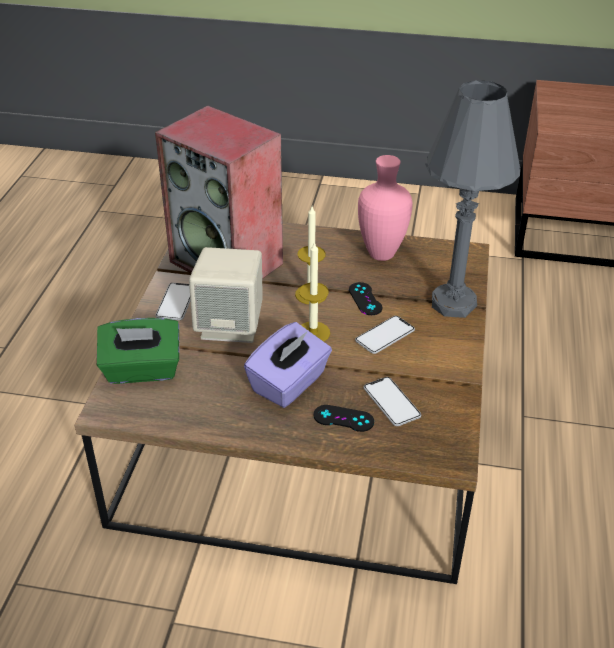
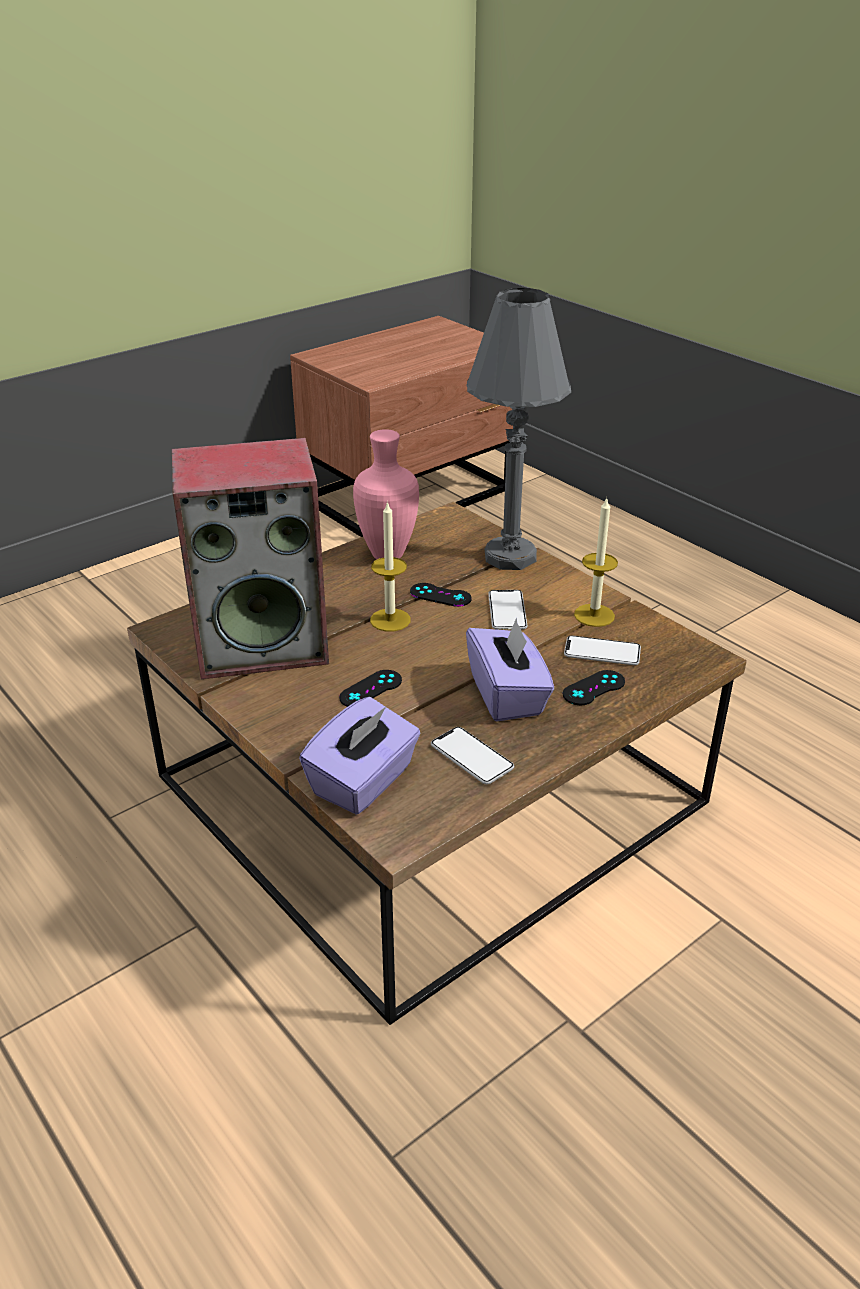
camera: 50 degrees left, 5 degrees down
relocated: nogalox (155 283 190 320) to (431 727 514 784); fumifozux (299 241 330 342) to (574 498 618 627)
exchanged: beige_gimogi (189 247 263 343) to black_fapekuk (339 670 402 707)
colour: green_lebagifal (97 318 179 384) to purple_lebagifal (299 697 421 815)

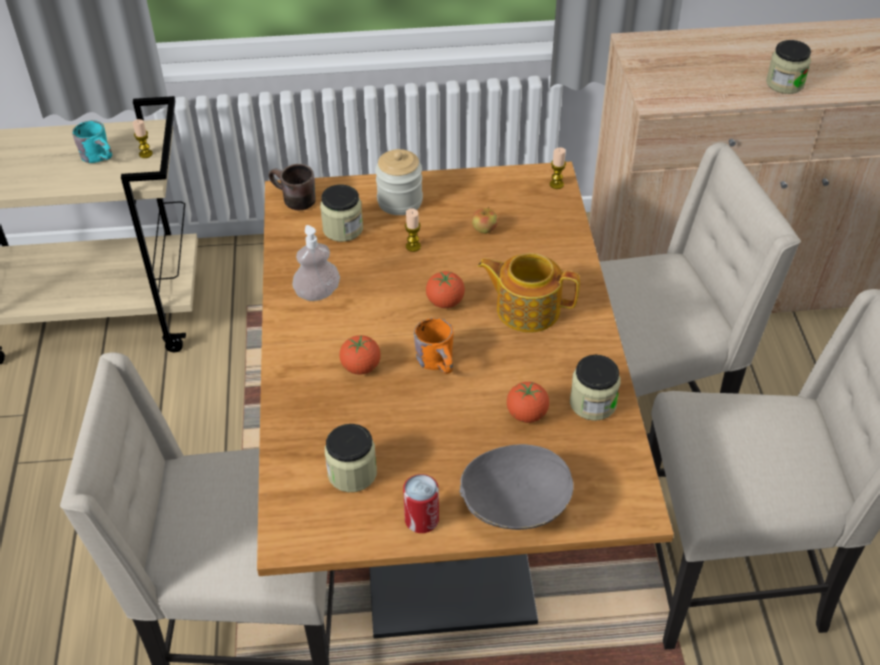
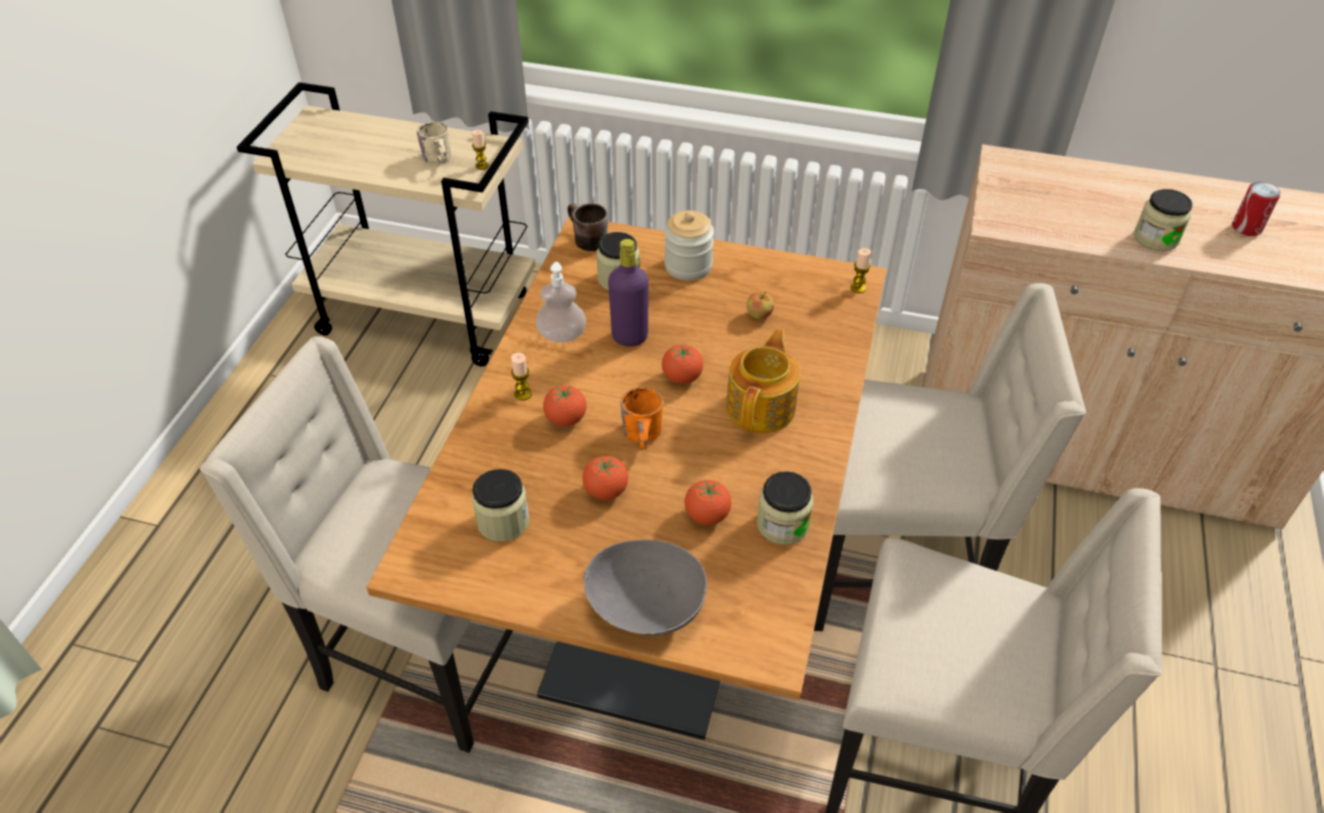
camera: 20 degrees right, 0 degrees up
appeared: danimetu (582 456 629 500); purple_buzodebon (608 239 649 347)
relocated: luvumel (403 474 439 533) to (1232 182 1281 236); fumifozux (405 208 421 252) to (511 352 532 401)
colour: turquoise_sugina (72 120 112 163) to beige_sugina (417 122 451 163)
spun: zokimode (478 253 580 333) = (726 328 800 433) 75 degrees clockwise

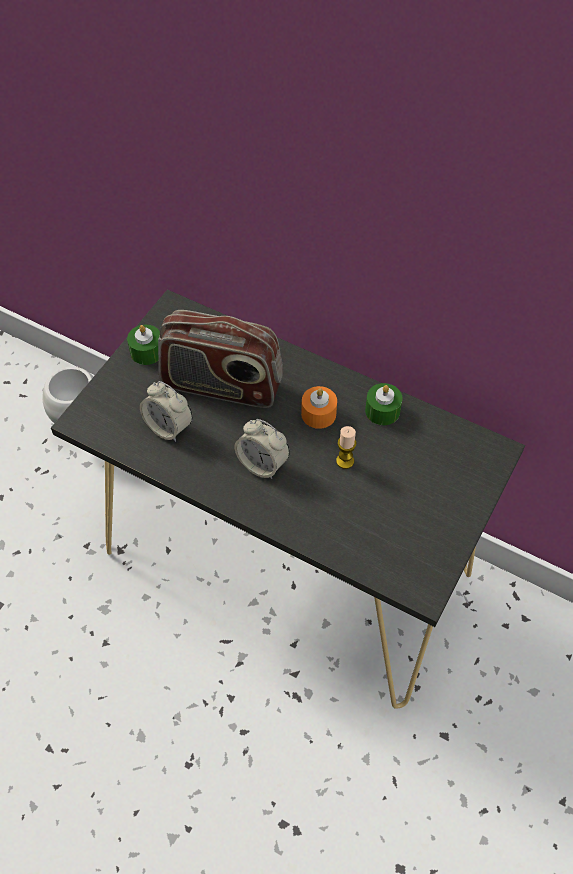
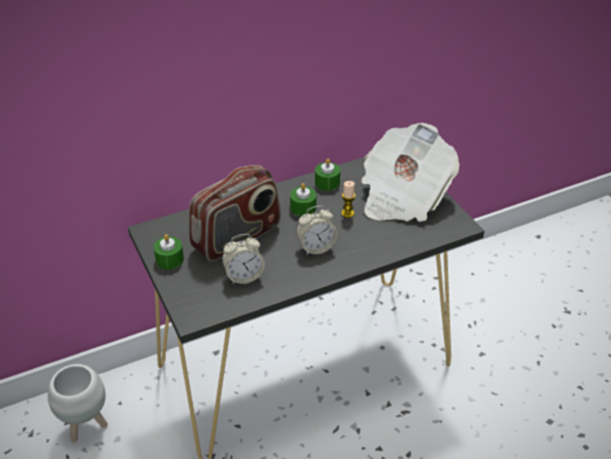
camera: 55 degrees left, 15 degrees down
appeared: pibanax (361 123 460 222)
colour: orange_fumifozux (301 386 337 429) to green_fumifozux (290 183 316 216)

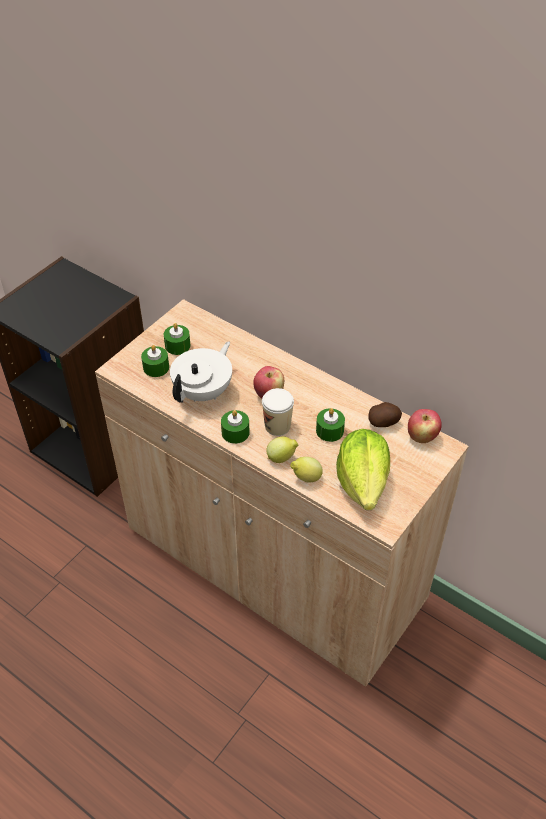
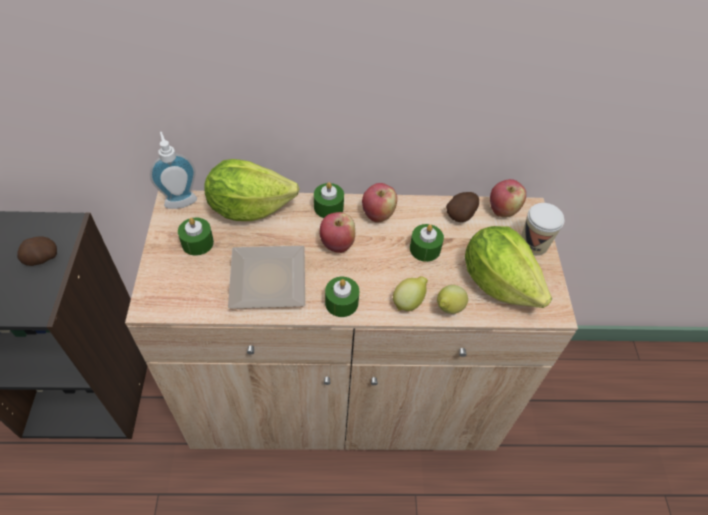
camera: 40 degrees left, 5 degrees up
appeared: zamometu (17 236 57 266); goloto (150 132 197 209); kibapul (204 159 299 221); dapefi (362 183 397 223)
relocated: green_fumifozux (141 345 169 377) to (314 182 344 218); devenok (262 388 294 436) to (521 203 564 255)
exchanged: white_zokimode (170 341 232 403) to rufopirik (228 246 305 309)

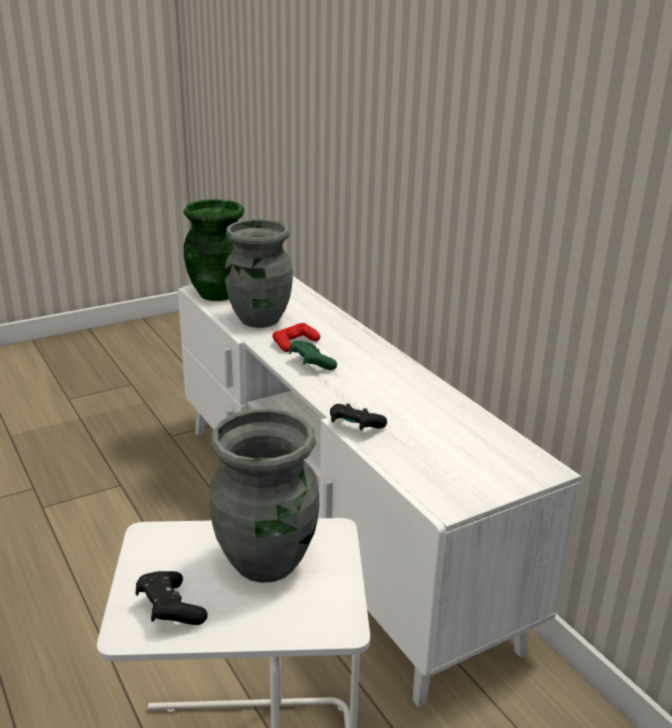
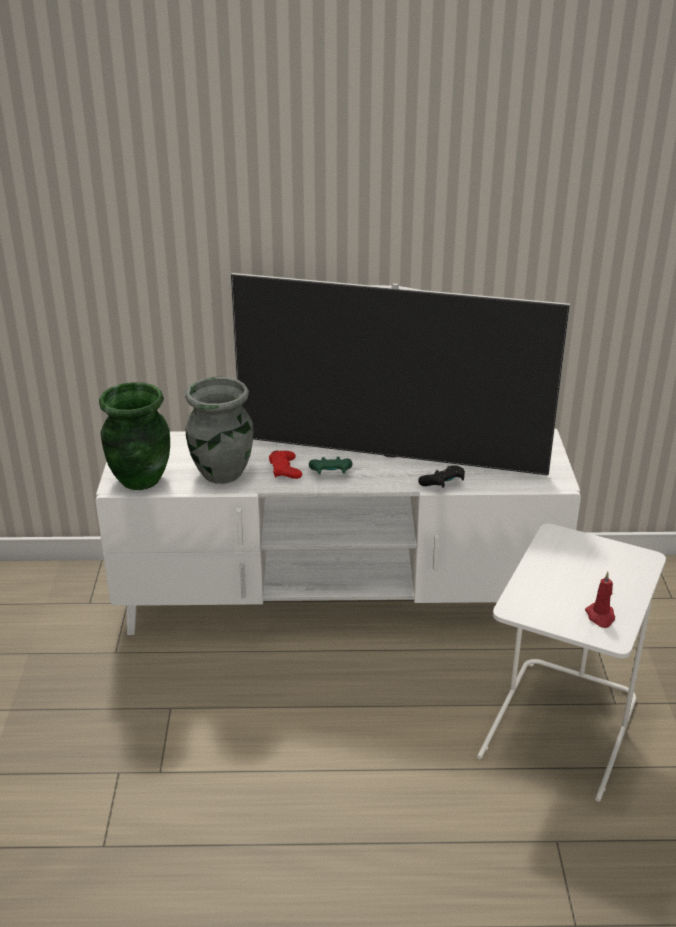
camera: 60 degrees left, 5 degrees up
missing: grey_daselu (209 408 320 583)
appeared: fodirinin (231 273 570 476)
exchanged: black_fapekuk (136 571 208 625) to red_fumifozux (585 572 615 628)

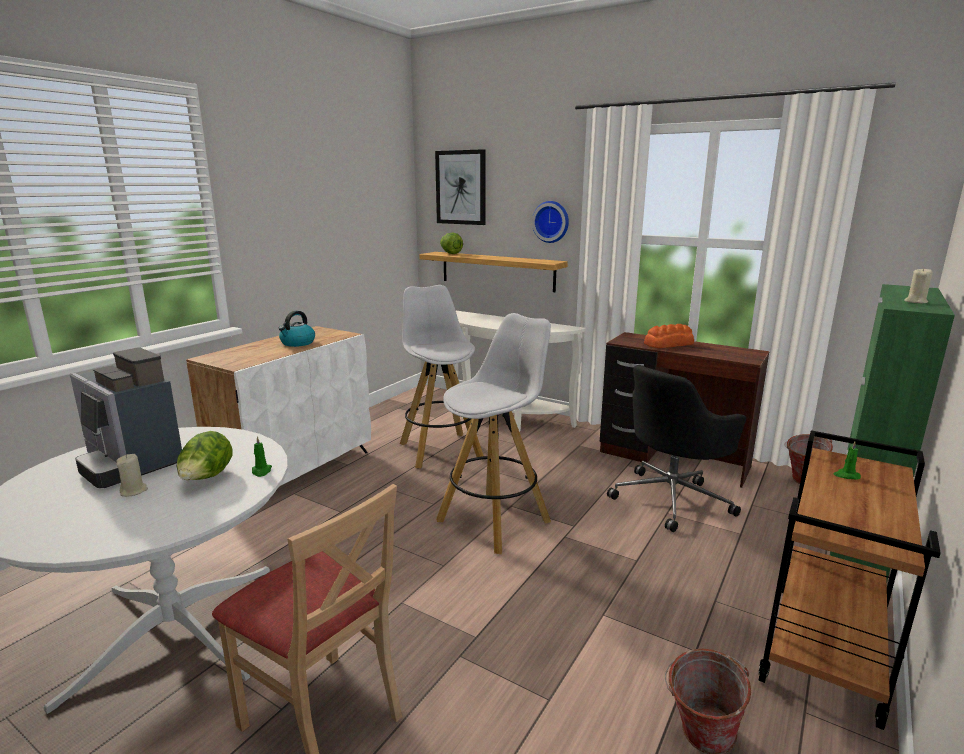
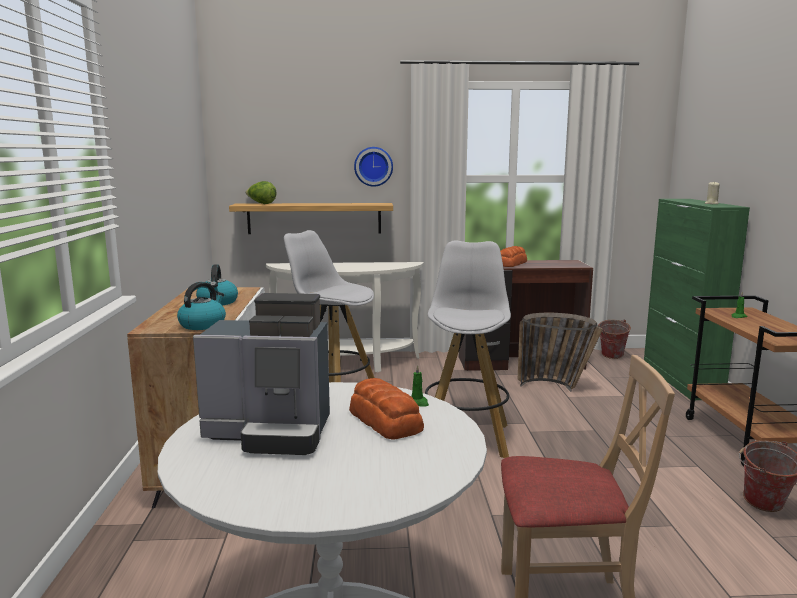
camera: 35 degrees left, 5 degrees down
missing: beige_fumifozux (117 454 148 497); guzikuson (435 149 486 225)
appeared: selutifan (177 282 226 330)
exchanged: kibapul (177 431 232 480) to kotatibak (349 378 424 440); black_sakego (607 365 746 532) to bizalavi (518 313 603 392)

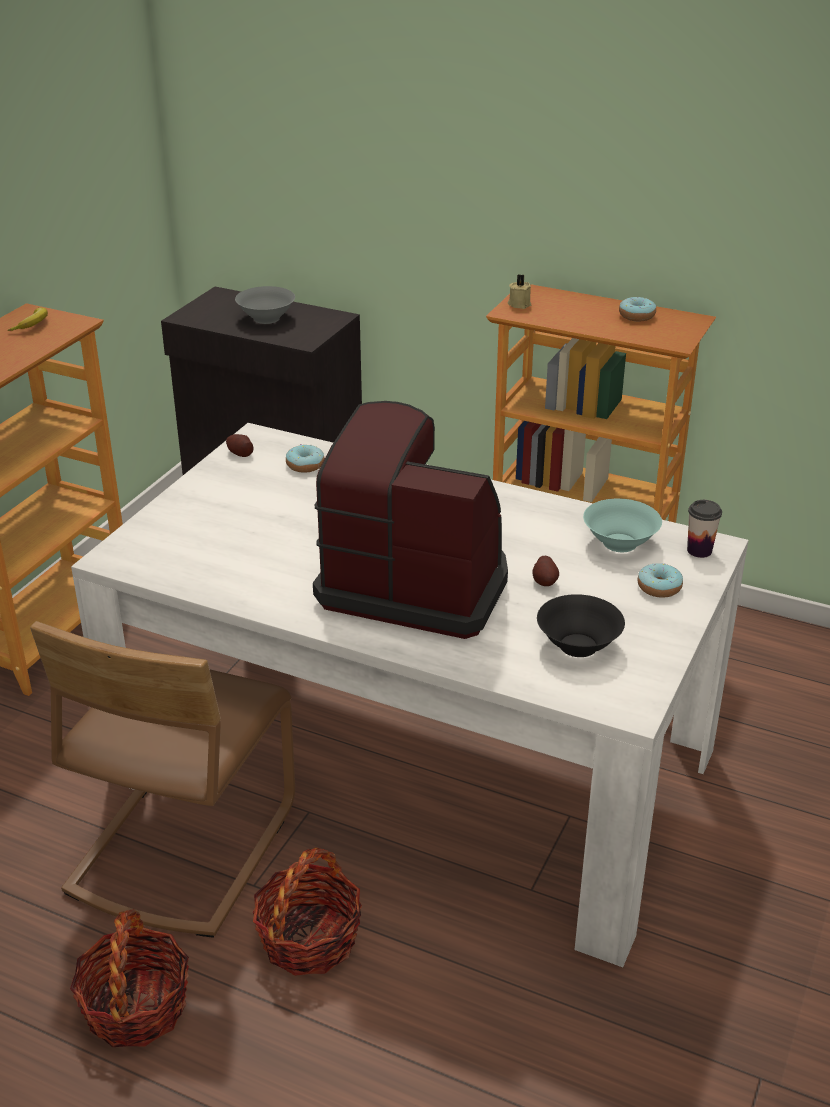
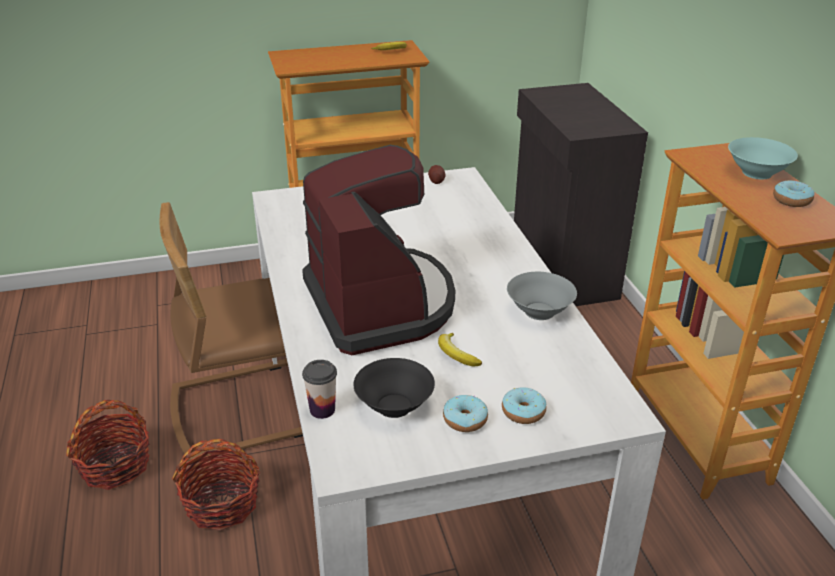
camera: 50 degrees right, 0 degrees up
missing: beige_fumifozux (508 274 531 309)
relocated: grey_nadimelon (235 286 295 324) to (507 272 577 320); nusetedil (286 444 325 473) to (443 395 488 432); turquoise_nadimelon (583 498 662 552) to (728 137 798 179); devenok (687 500 722 558) to (302 360 337 419)
exchanged: zamometu (532 556 559 586) to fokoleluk (438 333 482 366)

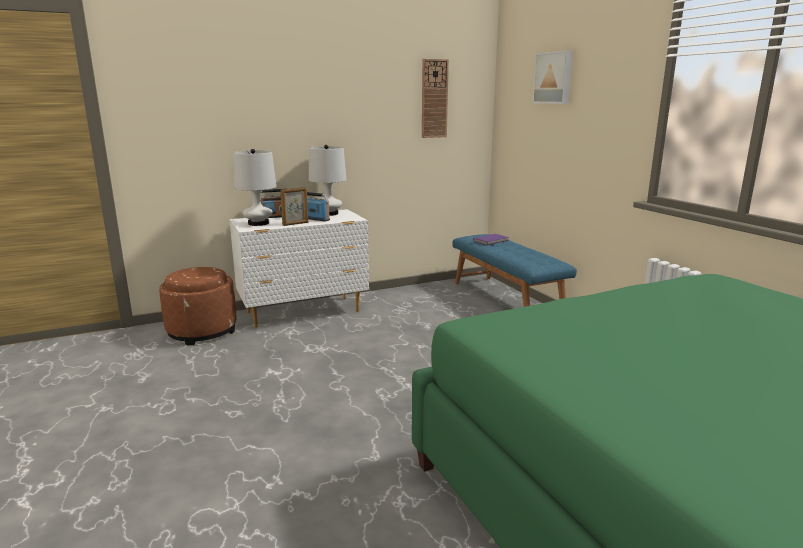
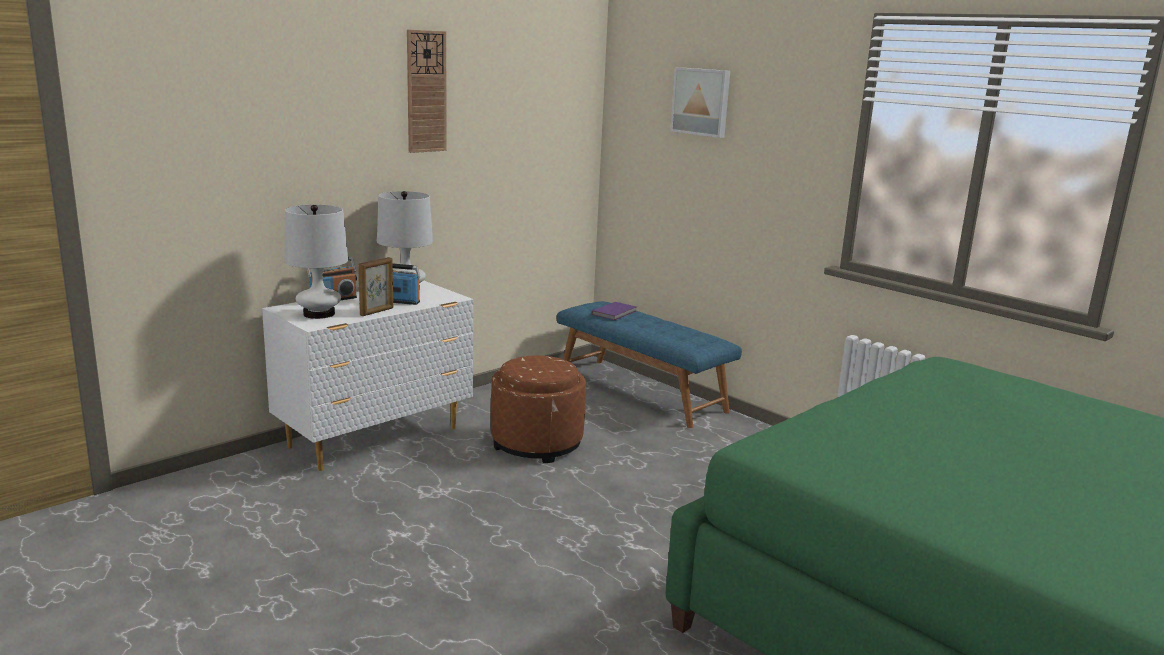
camera: 20 degrees left, 0 degrees up
relocated: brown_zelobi (159 267 237 345) to (491 355 586 463); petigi (422 59 449 138) to (407 30 447 153)

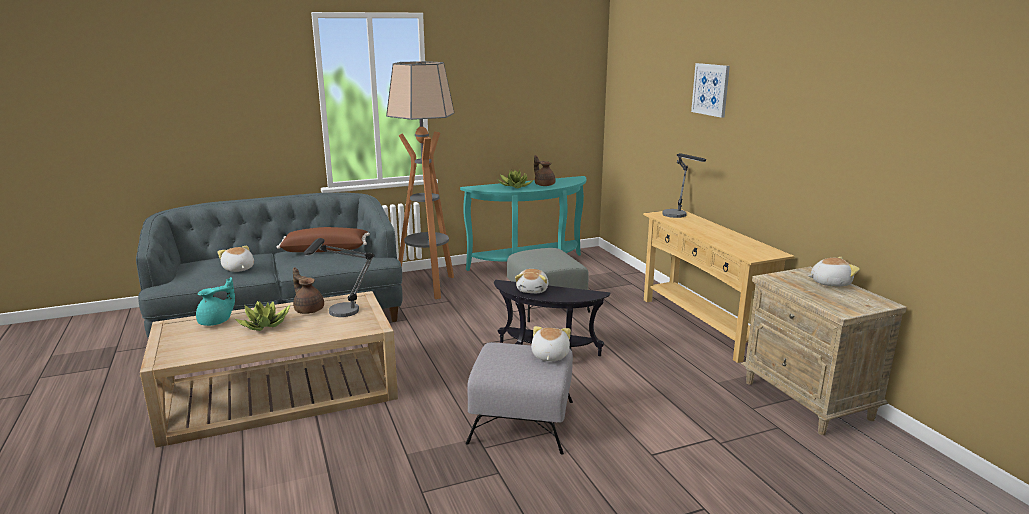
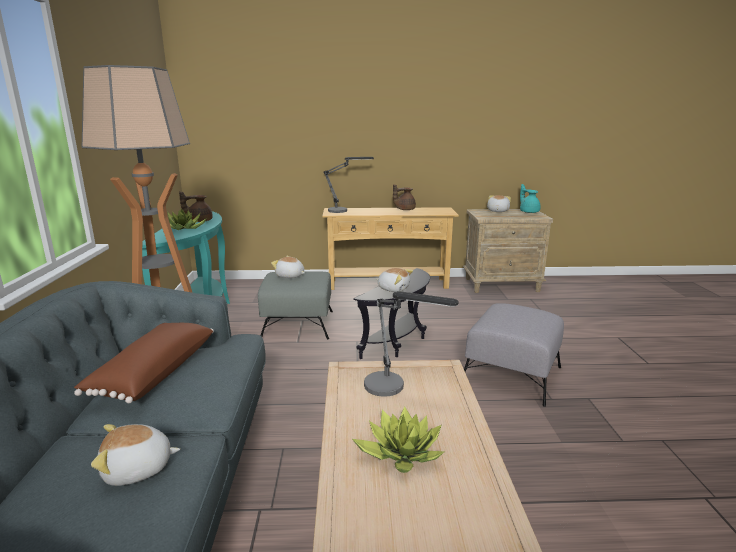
camera: 70 degrees left, 0 degrees up
missing: guzikuson (691 63 730 118)
relocated: turquoise_zokimode (196 277 235 326) to (520 184 541 213); brown_zokimode (293 268 324 314) to (393 184 416 210); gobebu (531 326 571 361) to (271 256 305 278)

